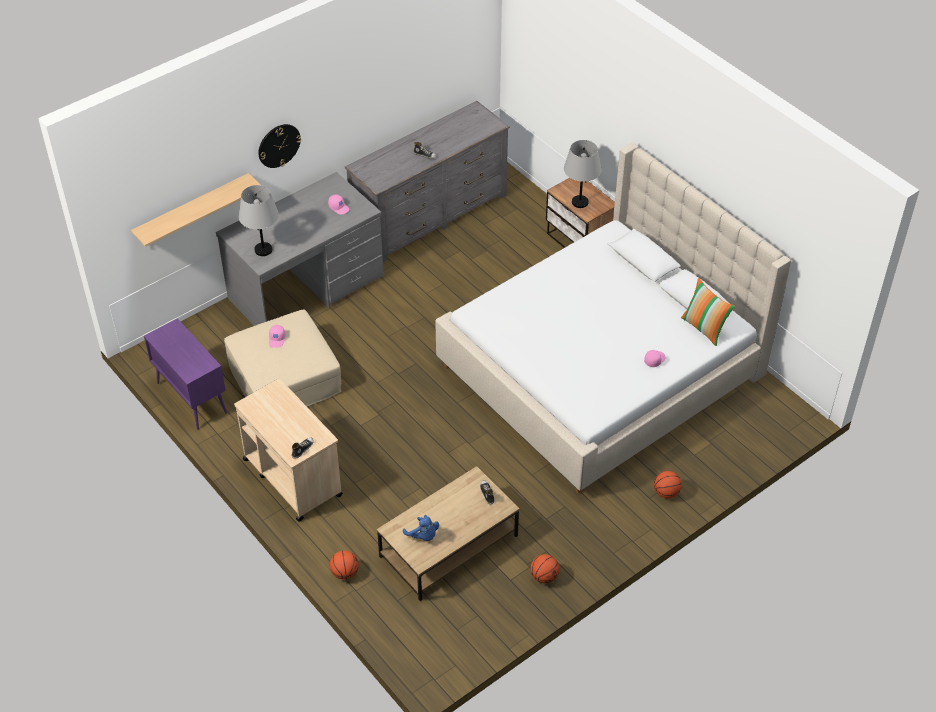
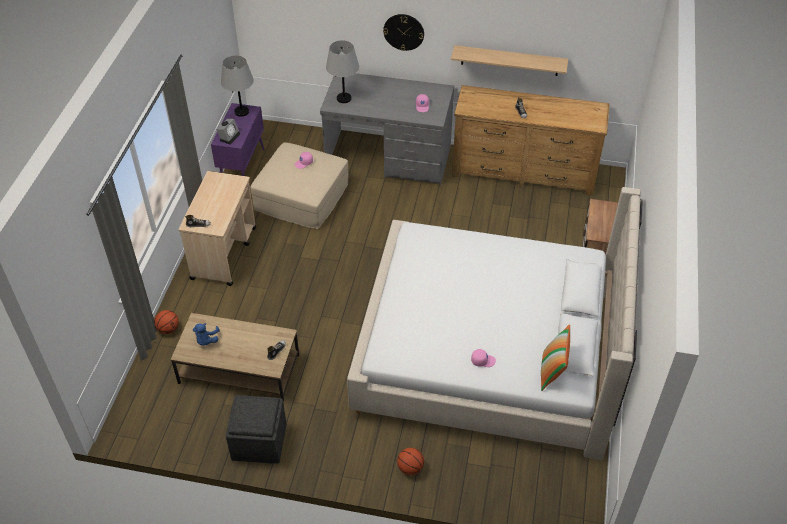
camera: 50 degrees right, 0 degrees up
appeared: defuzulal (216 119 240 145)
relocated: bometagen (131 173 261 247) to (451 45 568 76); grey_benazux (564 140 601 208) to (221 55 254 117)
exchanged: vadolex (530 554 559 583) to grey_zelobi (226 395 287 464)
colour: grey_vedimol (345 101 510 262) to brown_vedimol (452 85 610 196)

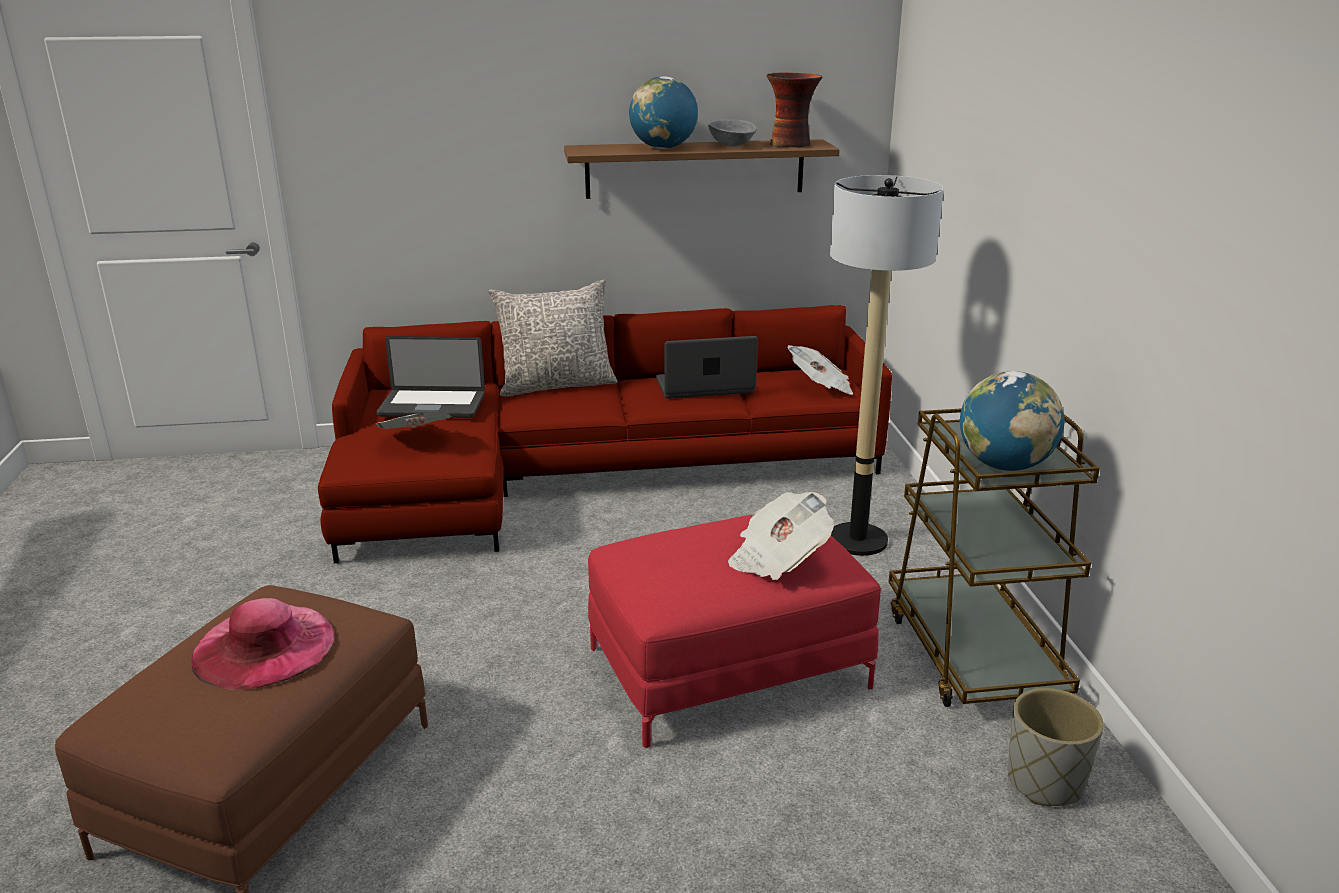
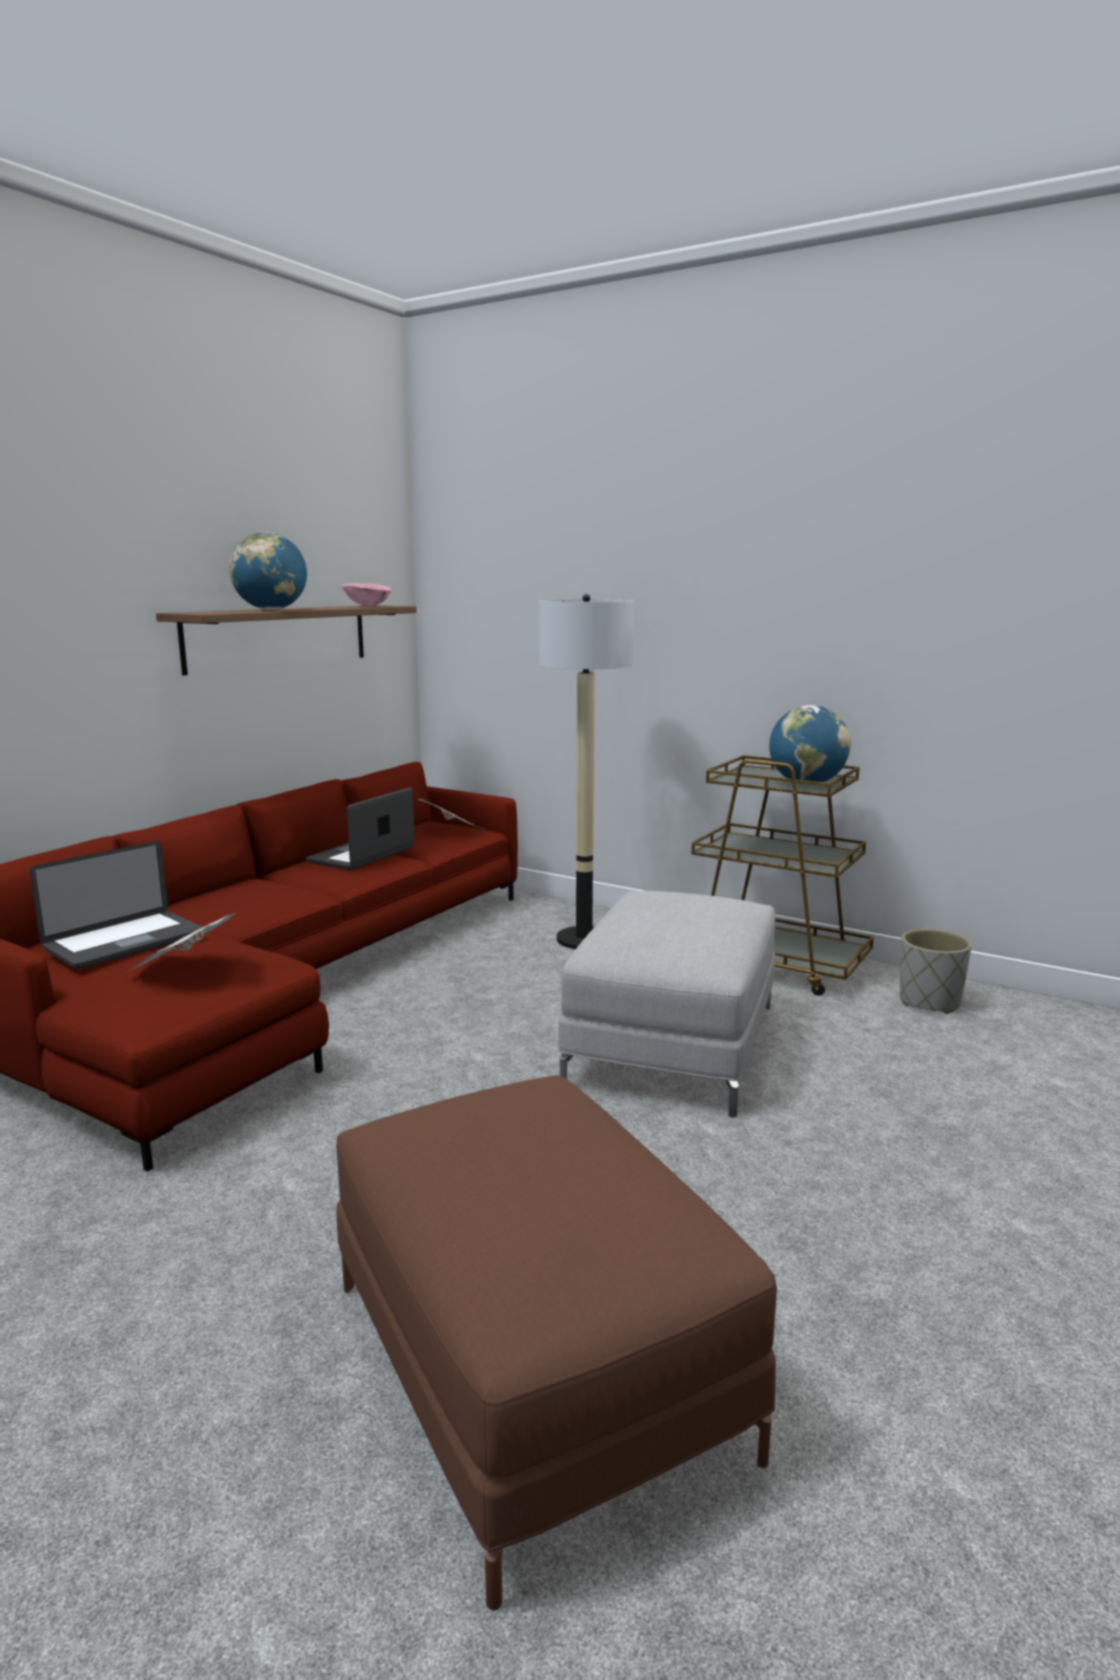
camera: 50 degrees left, 10 degrees down
missing: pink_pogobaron (192 598 335 689); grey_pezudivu (488 280 618 397); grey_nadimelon (708 119 757 147); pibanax (728 492 834 580)
exchanged: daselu (766 72 822 147) to pink_nadimelon (342 583 392 606)
colour: red_zelobi (588 515 881 748) to grey_zelobi (558 891 776 1118)

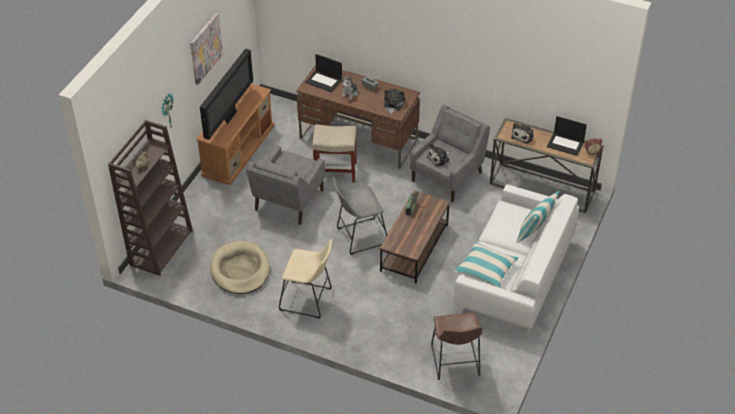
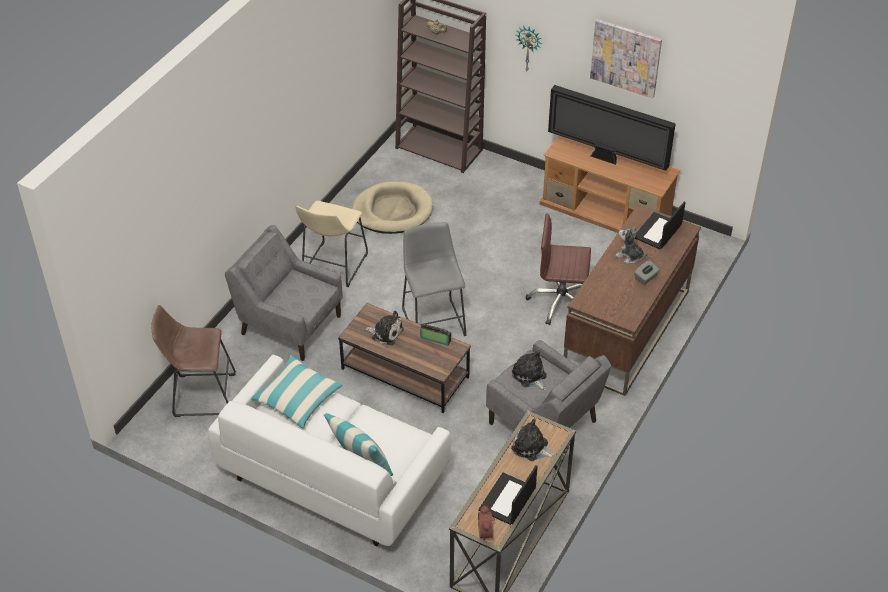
camera: 95 degrees right, 0 degrees up
relocated: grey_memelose (247 146 325 225) to (225 225 343 361); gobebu (383 89 405 115) to (364 311 404 345)
exchanged: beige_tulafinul (312 124 357 182) to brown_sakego (526 213 591 325)

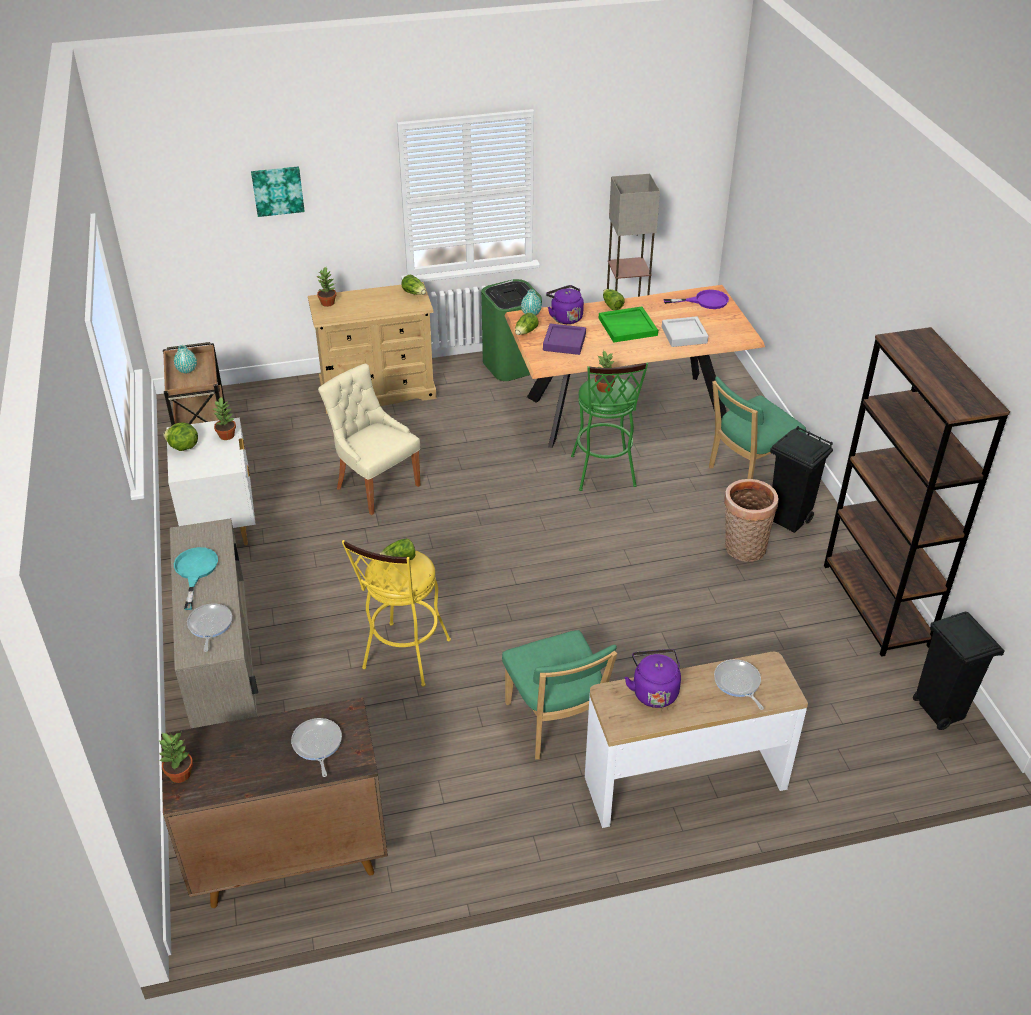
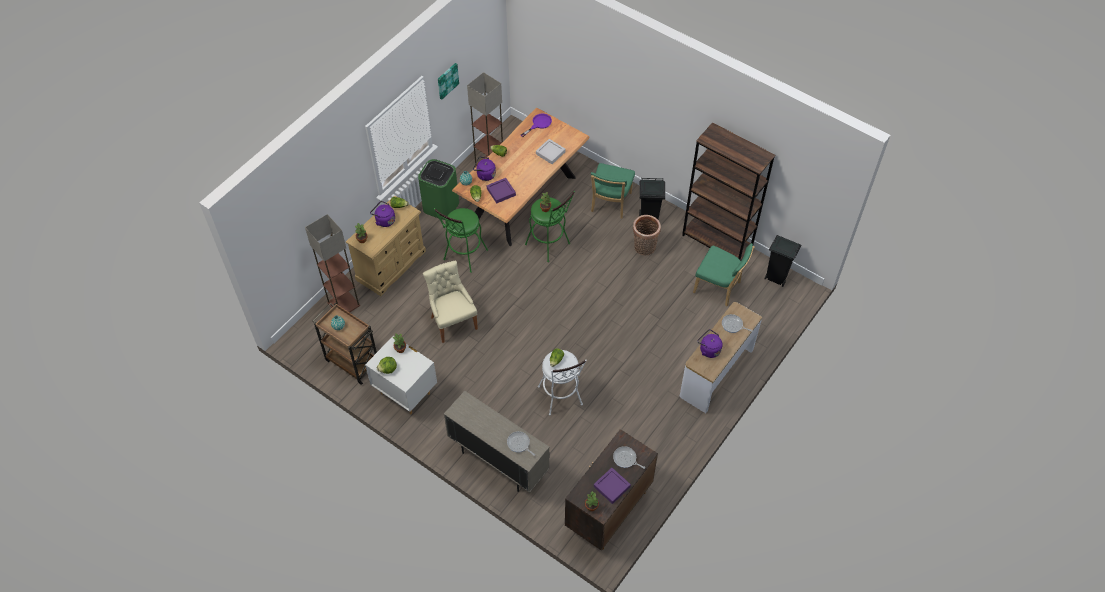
camera: 40 degrees left, 15 degrees up
missing: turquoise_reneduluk (174 547 218 610); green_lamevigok (599 306 658 343)
appeared: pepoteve (305 214 360 313); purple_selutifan (370 201 395 227); green_tulafinul (434 208 488 273); purple_lamevigok (594 468 631 504)
relocated: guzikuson (251 167 305 217) to (438 63 459 99); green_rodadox (502 630 617 759) to (693 243 754 307)
colour: yellow_tulafinul (342 540 451 686) to white_tulafinul (538 350 587 415)
spun: beige_rodadox (318 364 420 515) = (423 260 478 343) 60 degrees clockwise

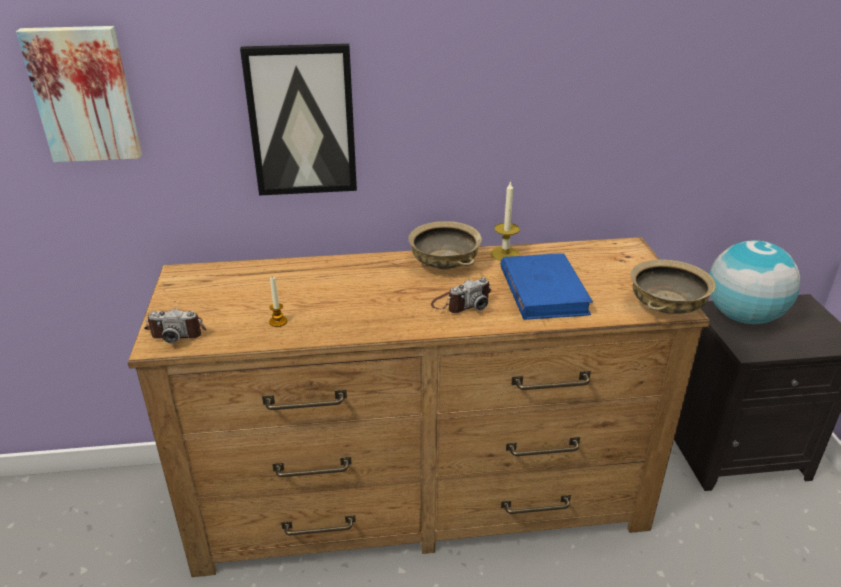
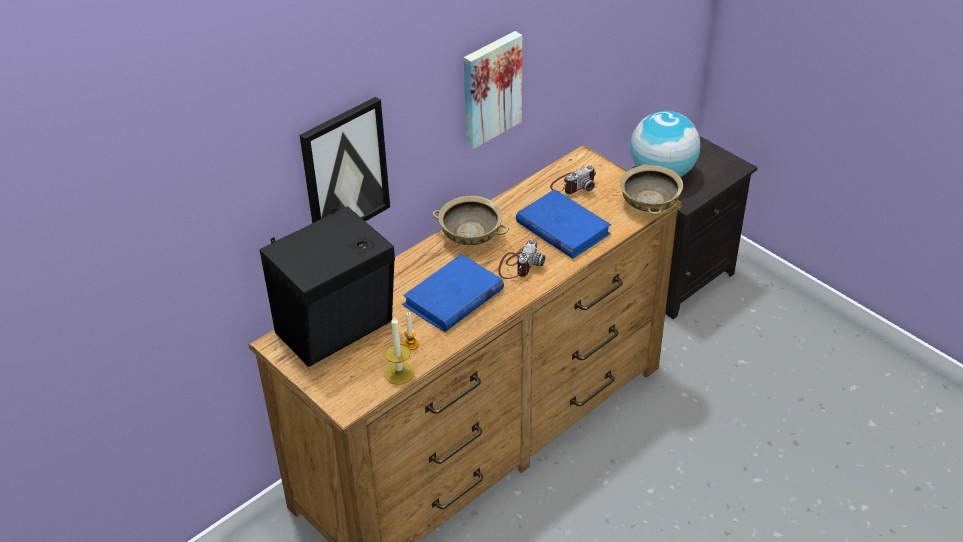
camera: 35 degrees left, 10 degrees up
appeared: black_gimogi (260 206 395 367); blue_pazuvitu (402 254 504 332)
relocated: guzikuson (16 26 142 162) to (464 31 522 149); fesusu (144 309 207 343) to (550 165 596 194); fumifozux (491 180 520 261) to (385 316 414 385)

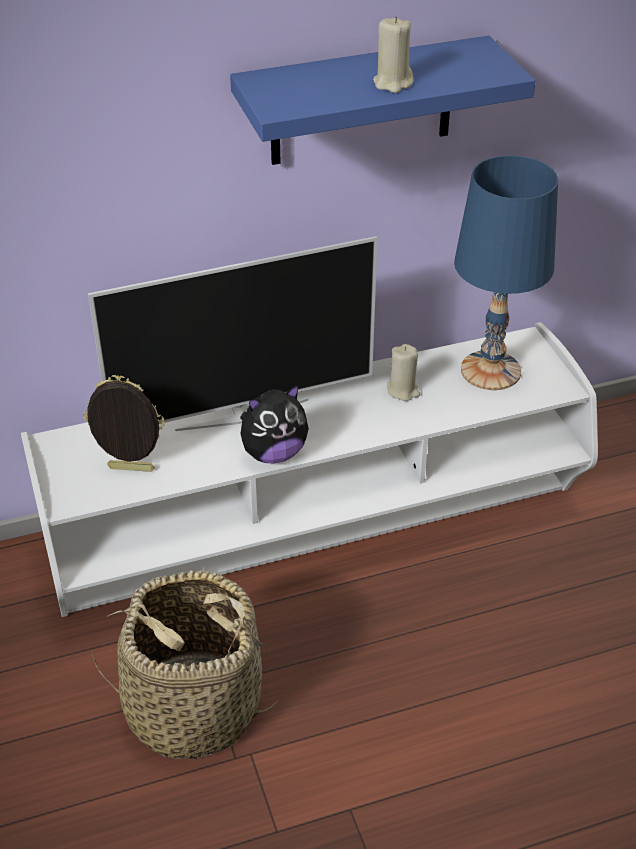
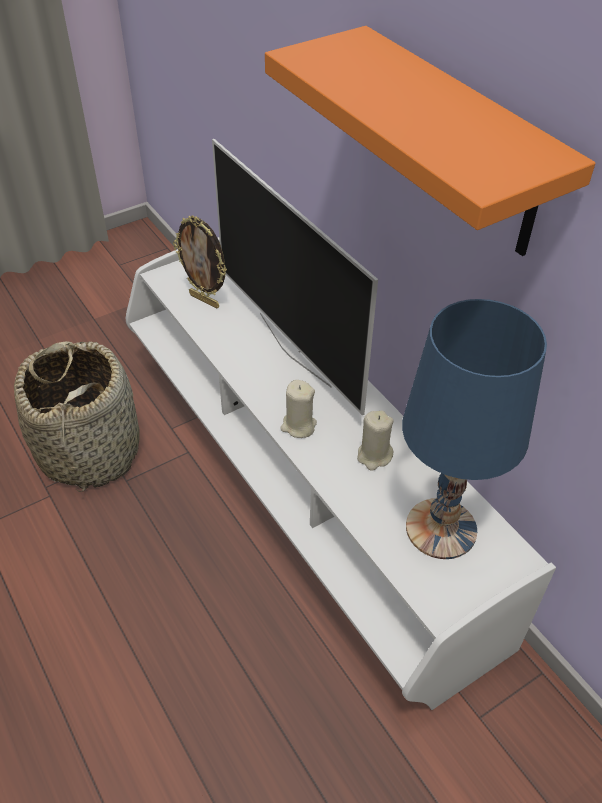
camera: 75 degrees right, 5 degrees up
missing: gobebu (240 384 309 464)
relocated: beige_fumifozux (373 16 414 93) to (280 380 317 438)
colour: blue_bometagen (230 36 536 165) to orange_bometagen (265 26 595 256)
spun: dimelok (84 375 165 472) = (173 215 227 309) 135 degrees clockwise

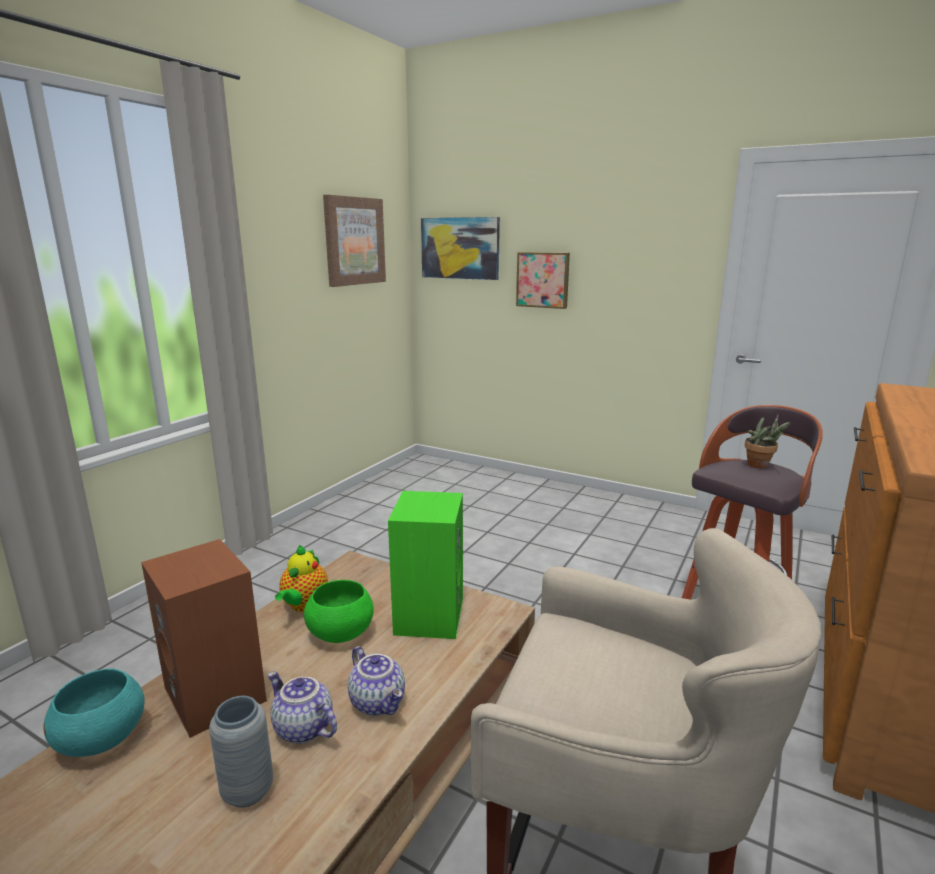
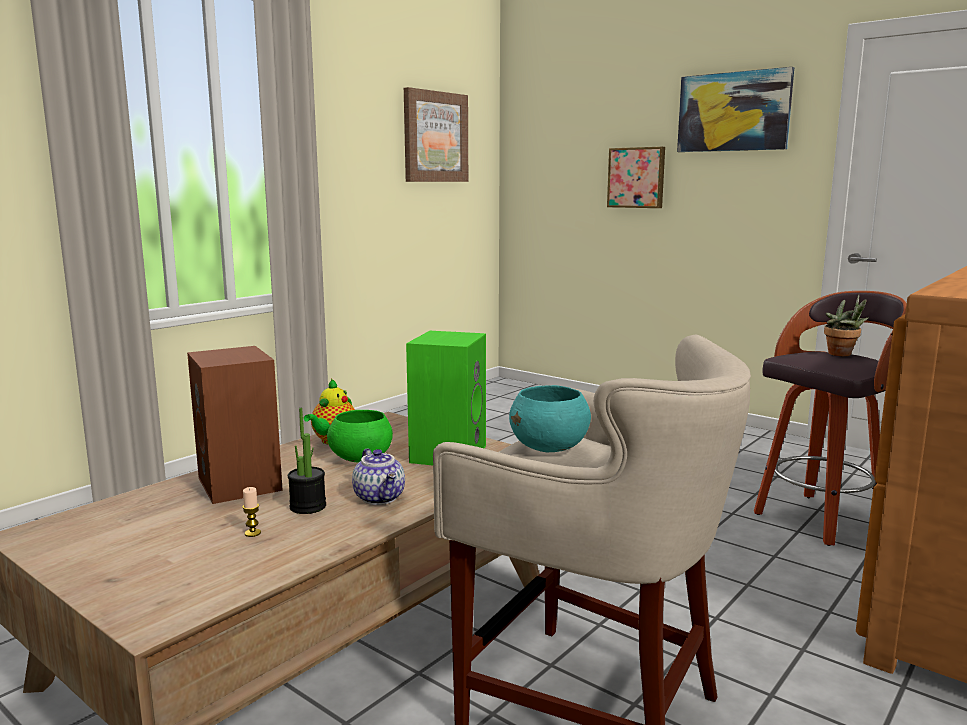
camera: 10 degrees right, 5 degrees down
relocated: turquoise_nadimelon (43 668 145 757) to (509 385 591 452); guzikuson (421 217 500 280) to (677 67 794 152)
exchanged: grey_daselu (209 696 273 808) to fumifozux (242 487 261 537); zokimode (268 671 337 744) to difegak (288 408 326 514)

